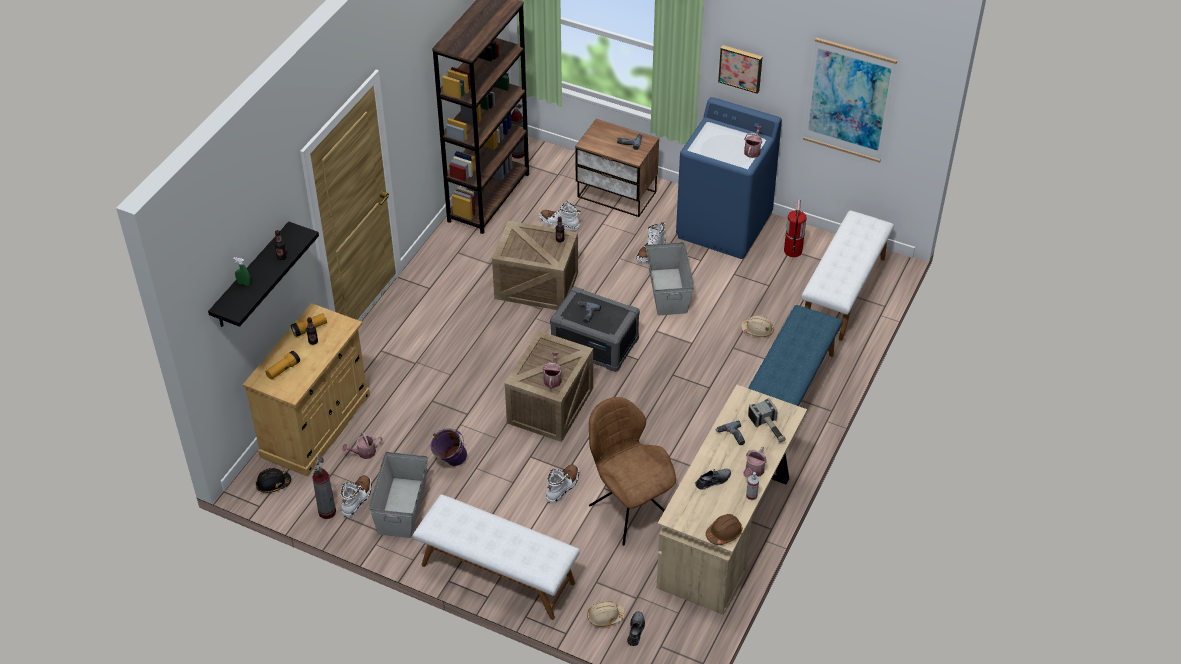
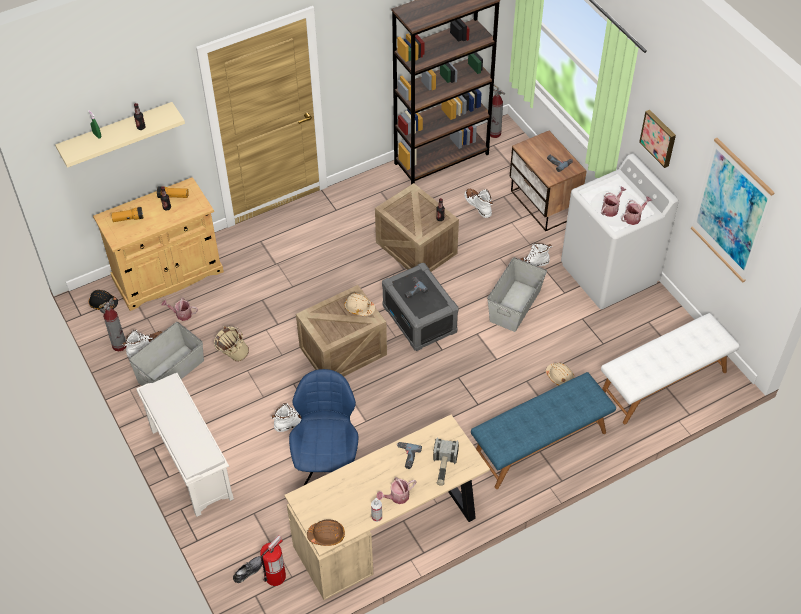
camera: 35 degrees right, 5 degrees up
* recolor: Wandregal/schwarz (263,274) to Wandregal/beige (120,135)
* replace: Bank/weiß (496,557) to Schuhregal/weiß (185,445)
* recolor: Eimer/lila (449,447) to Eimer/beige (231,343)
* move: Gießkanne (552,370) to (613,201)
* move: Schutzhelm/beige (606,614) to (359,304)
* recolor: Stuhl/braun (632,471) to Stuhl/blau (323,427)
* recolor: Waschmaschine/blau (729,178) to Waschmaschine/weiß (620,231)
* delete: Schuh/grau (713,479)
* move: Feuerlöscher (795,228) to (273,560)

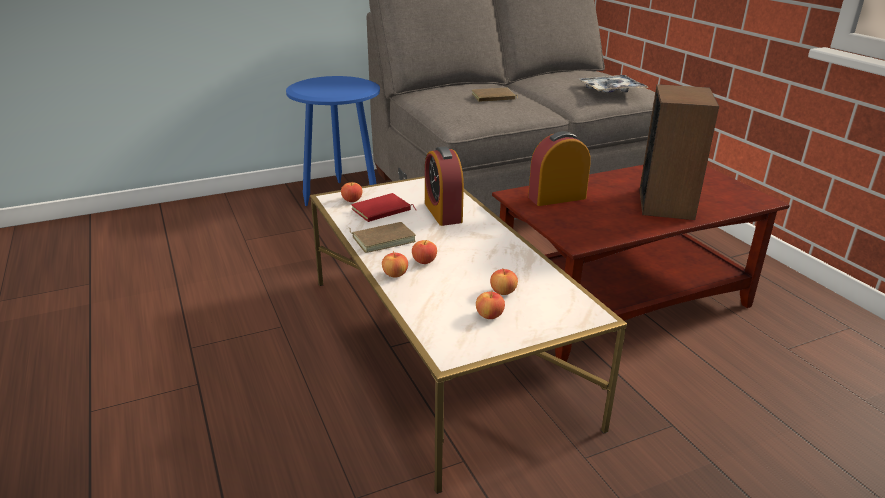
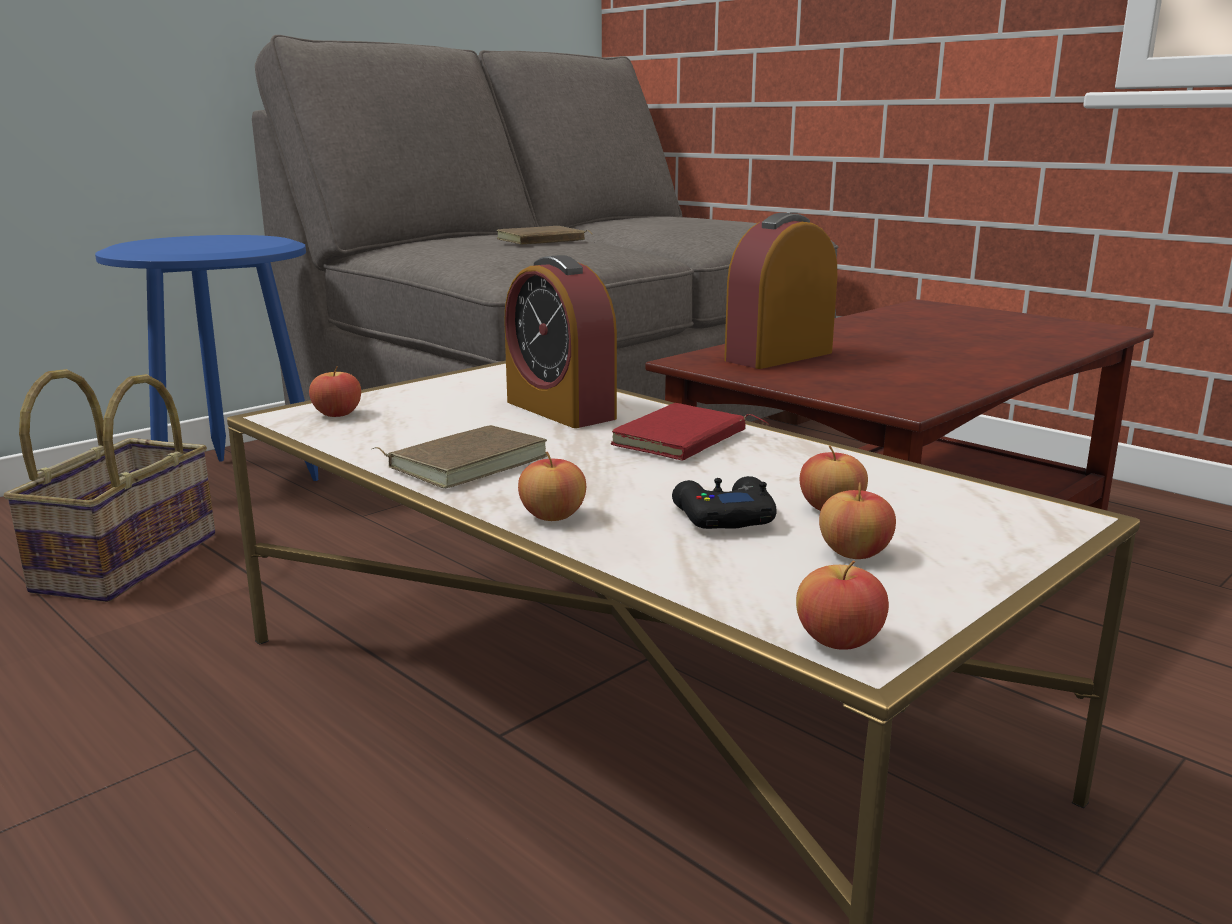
camera: 20 degrees left, 10 degrees down
* move: Buch/rot (384,207) to (690,432)
* move: Apfel (424,252) to (842,605)
* delete: Tablett (613,84)
* delete: Lautsprecher (679,152)
* insert: Korb (109,485)
* insert: Gamepad/schwarz (724,502)

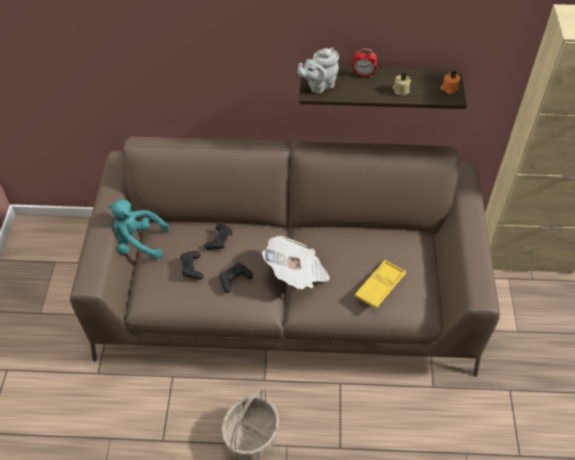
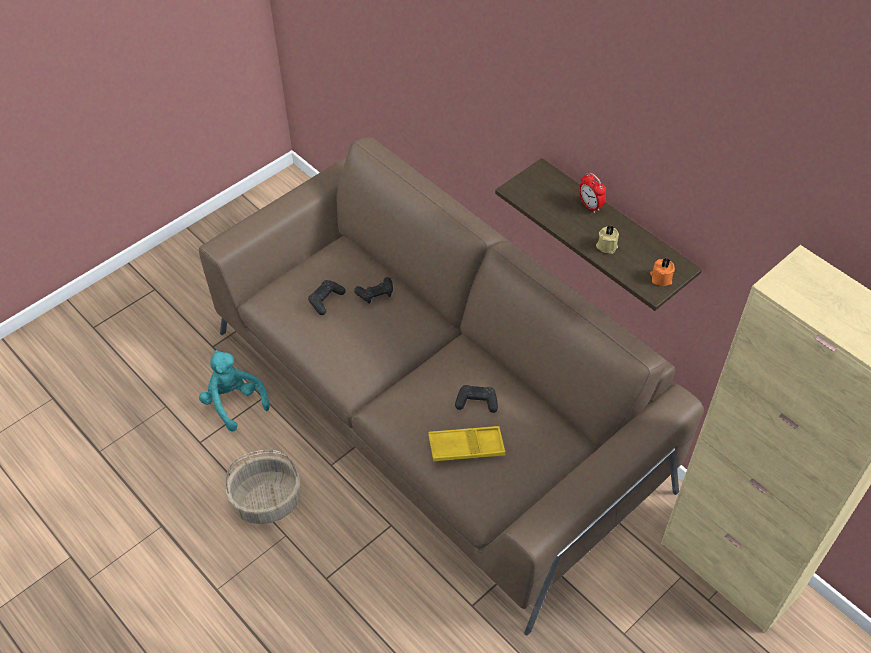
camera: 45 degrees right, 0 degrees up
* move: Plüschtier/türkis (139,230) to (234,391)
* move: Gamepad/schwarz (236,278) to (476,399)
* delete: Zeitung (296,263)
* delete: Teekanne/grau (318,70)

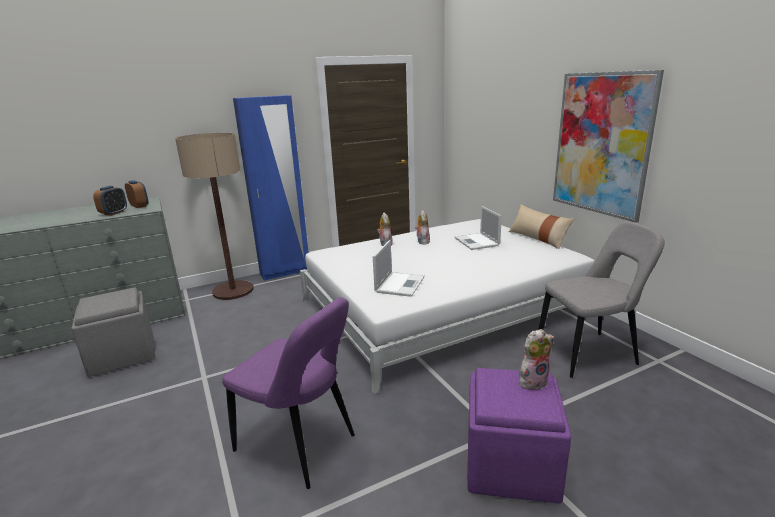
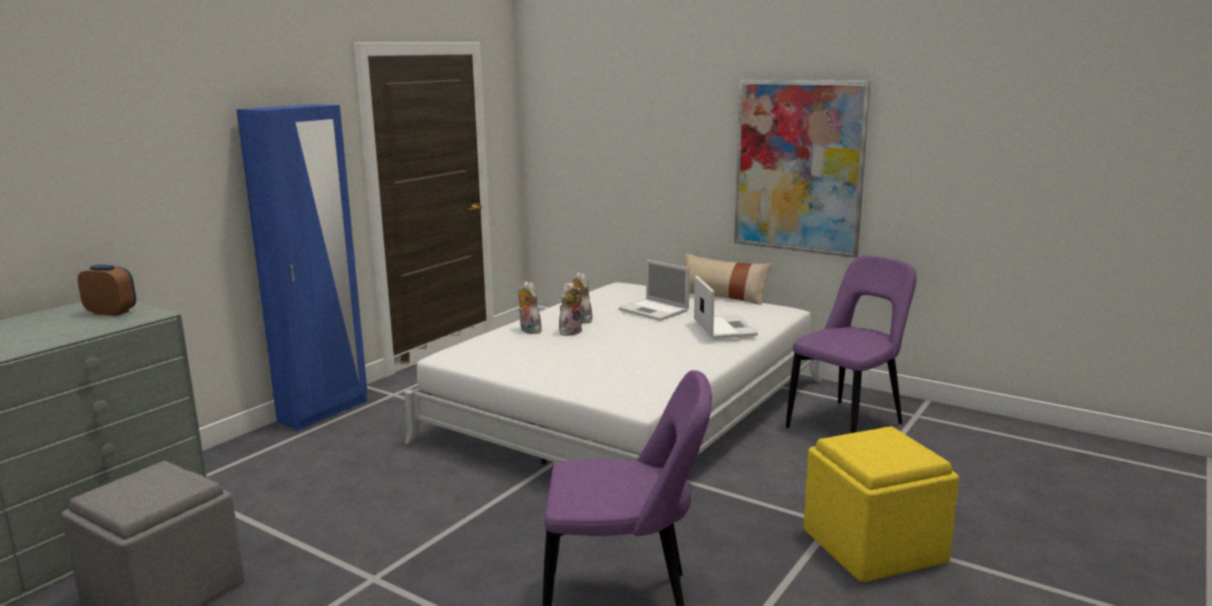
camera: 30 degrees left, 5 degrees down
* delete: Wecker (110,201)
* delete: Stehlampe (214,216)
* move: Laptop (399,268) to (726,307)
* recolor: Polsterhocker/lila (519,436) to Polsterhocker/gelb (881,504)
* move: Plüschtier (536,359) to (570,309)
* recolor: Stuhl/grau (602,300) to Stuhl/lila (851,344)

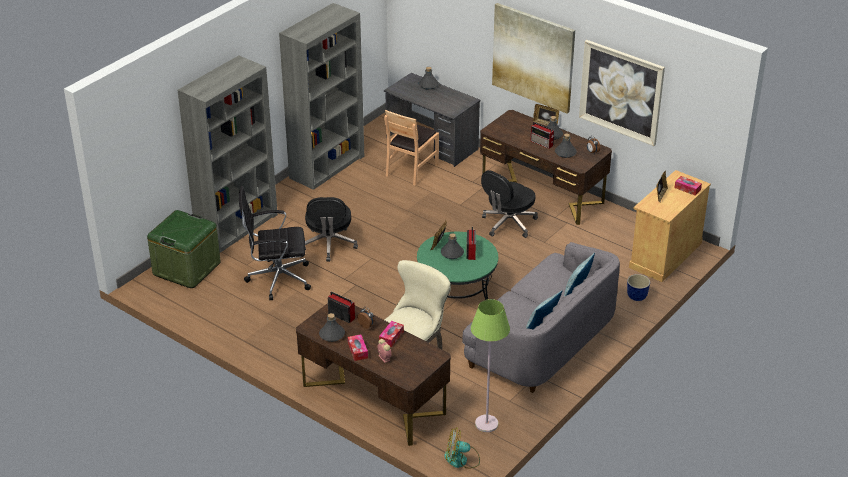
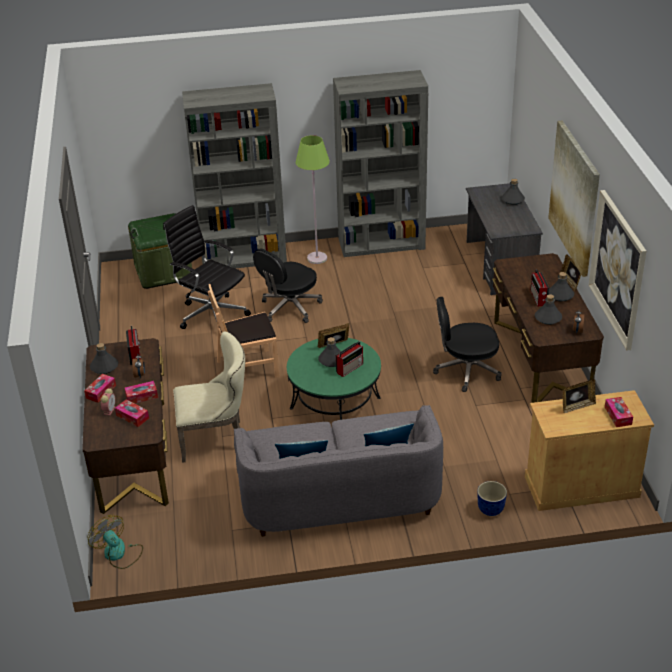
camera: 45 degrees right, 0 degrees up
* move: Stuhl/braun (411,148) to (243,331)
* move: Stehlampe/grün (490,365) to (313,199)
* insert: Taschentuchbox (132,413)

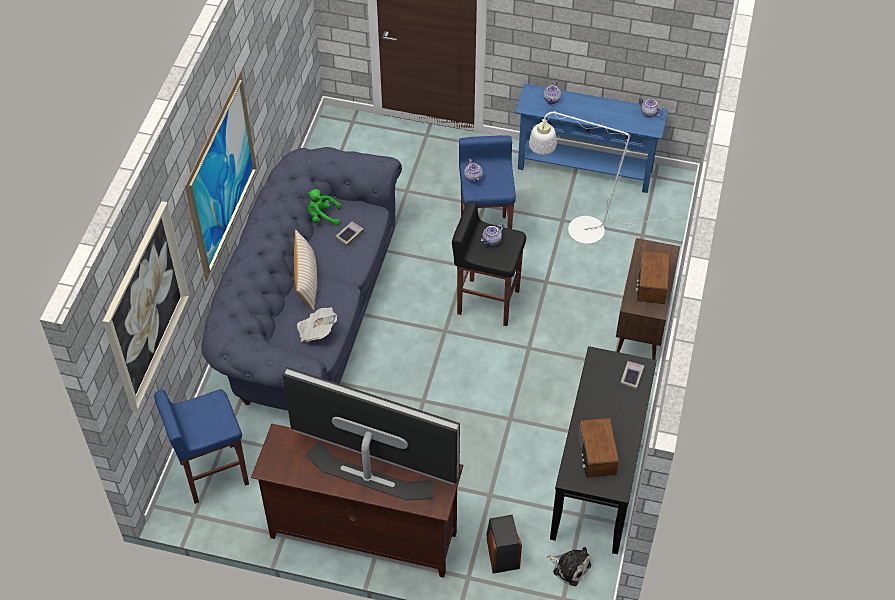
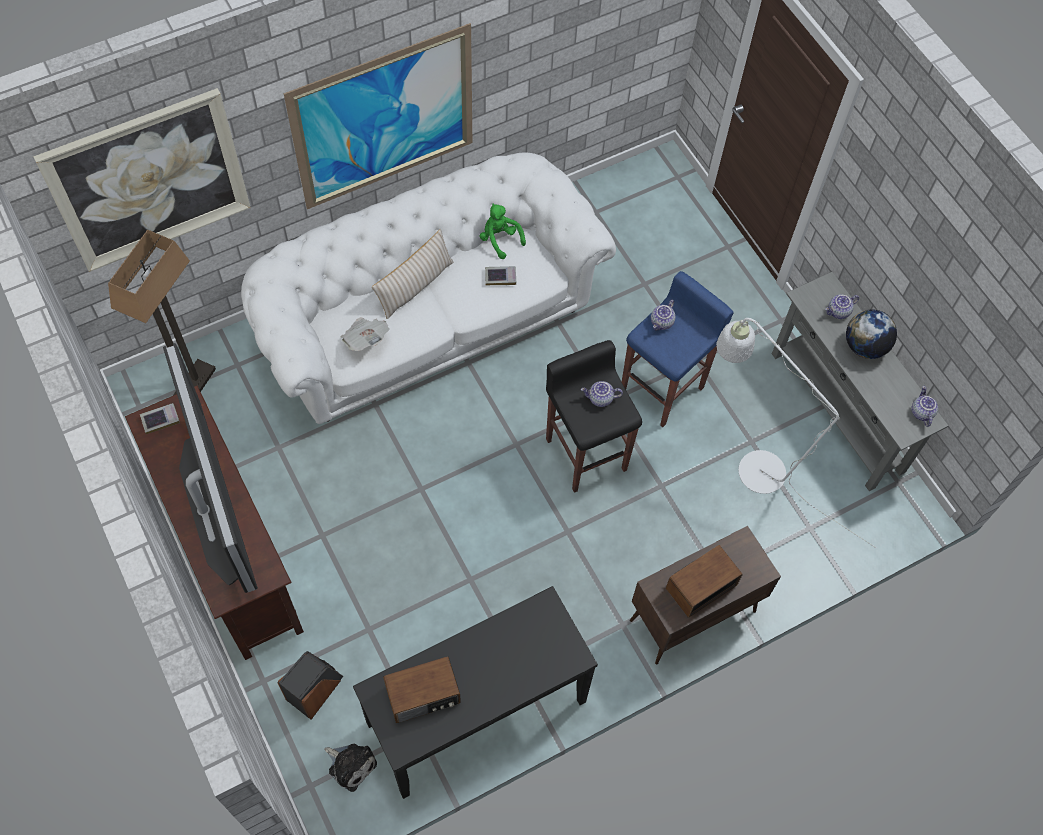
camera: 45 degrees right, 10 degrees up
* replace: Hocker/blau (201,446) to Stehlampe (162,312)
* recolor: Sofa/blau (301,279) to Sofa/weiß (428,288)
* recolor: Konsolentisch/blau (591,138) to Konsolentisch/grau (860,381)
* rotate: Plüschtier (569,566) = (350,768) 45 degrees counterclockwise
* rotate: Radio (598,448) = (422,689) 150 degrees counterclockwise
* move: Buch (632,375) to (160,418)
* insert: Globus (871,334)

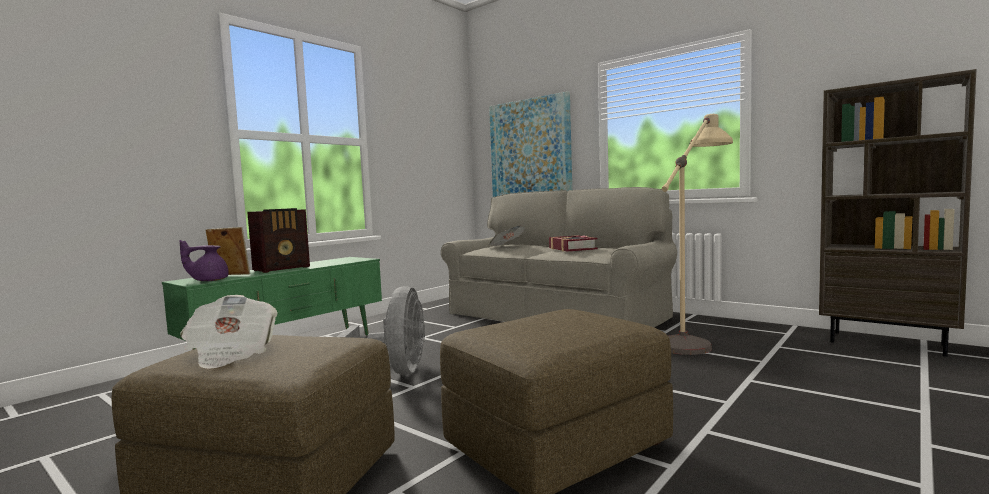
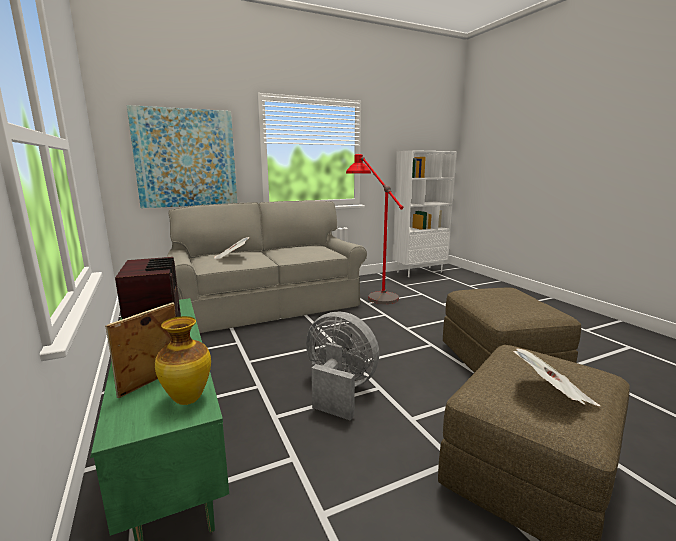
camera: 65 degrees left, 10 degrees up
* replace: Teekanne/lila (204,260) to Vase (183,360)
* delete: Buch (573,243)
* recolor: Stehlampe/beige (697,234) to Stehlampe/rot (374,229)
* recolor: Bücherregal/braun (898,213) to Bücherregal/weiß (424,213)

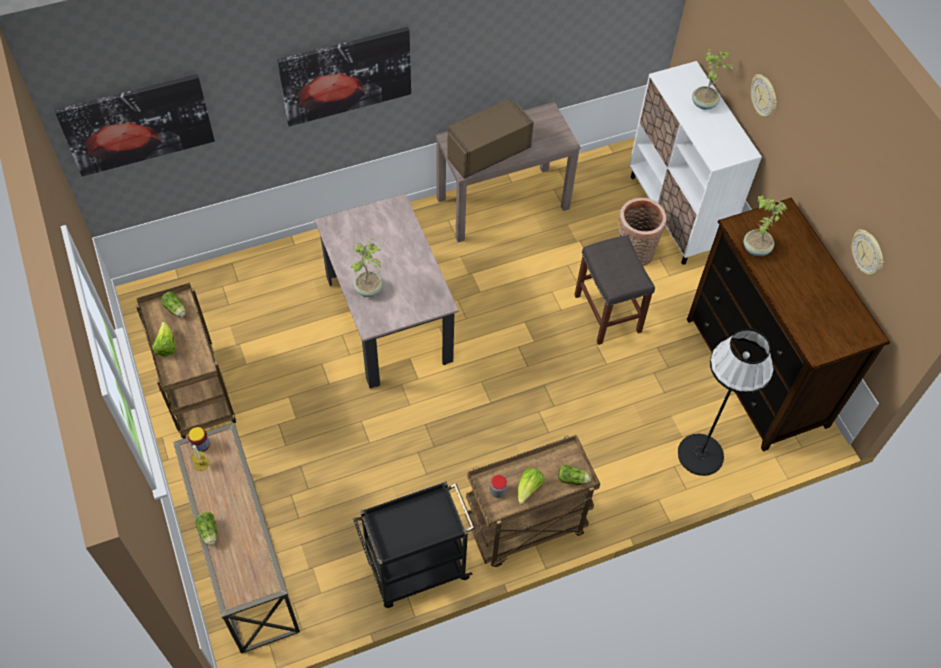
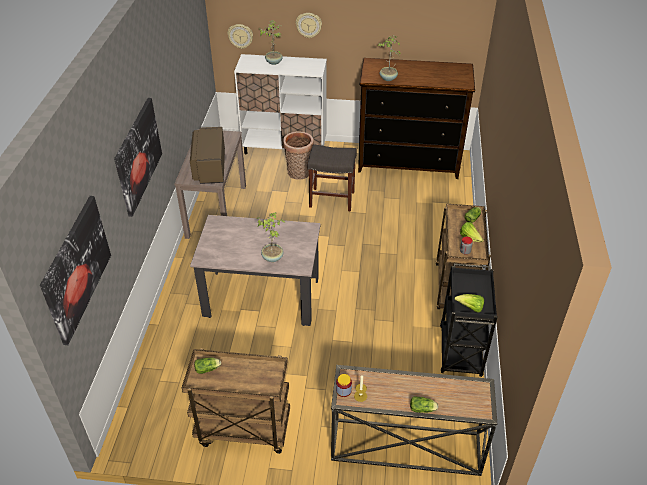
camera: 60 degrees left, 15 degrees down
* move: Salatkopf (164,339) to (469,303)
* delete: Stehlampe/schwarz (726,402)
* move: Wanduhr (868,252) to (240,36)

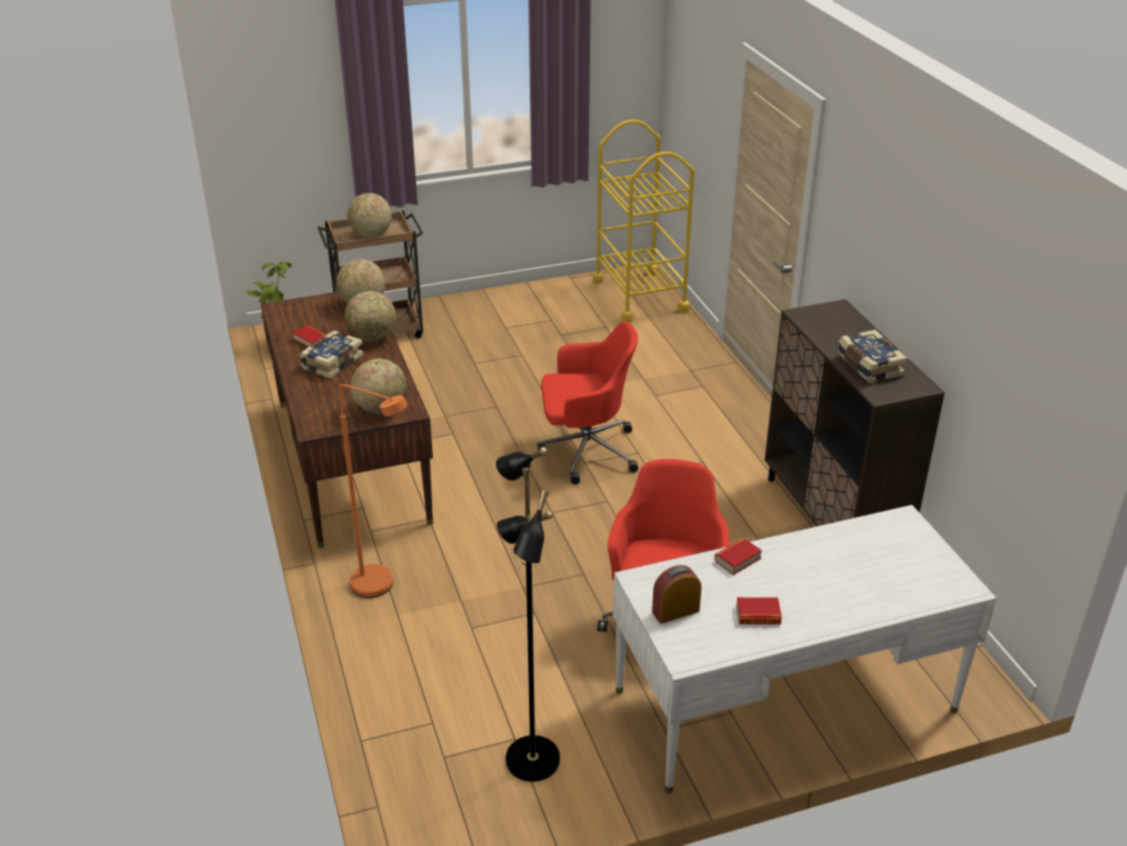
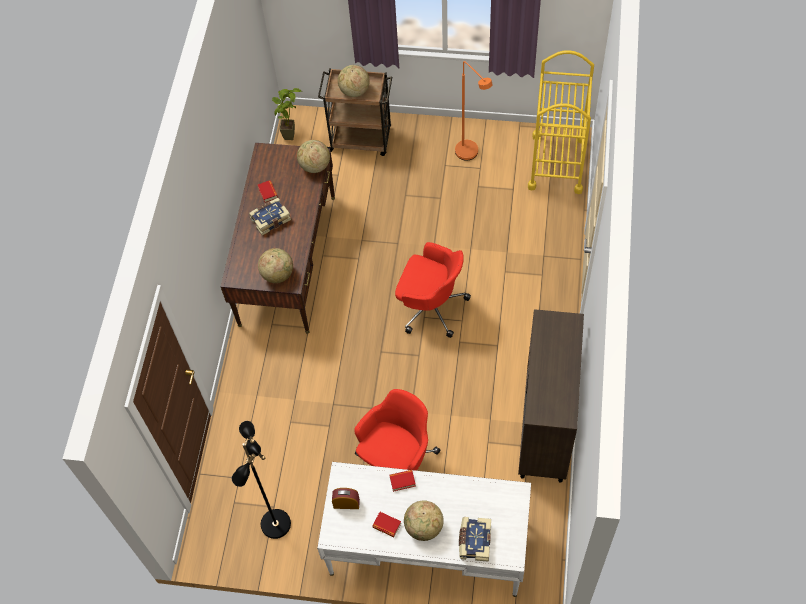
camera: 30 degrees right, 25 degrees up
* move: Stehlampe/orange (373,491) to (474,110)
* move: Globus (370,316) to (424,520)
* move: Buch (872,356) to (475,539)

